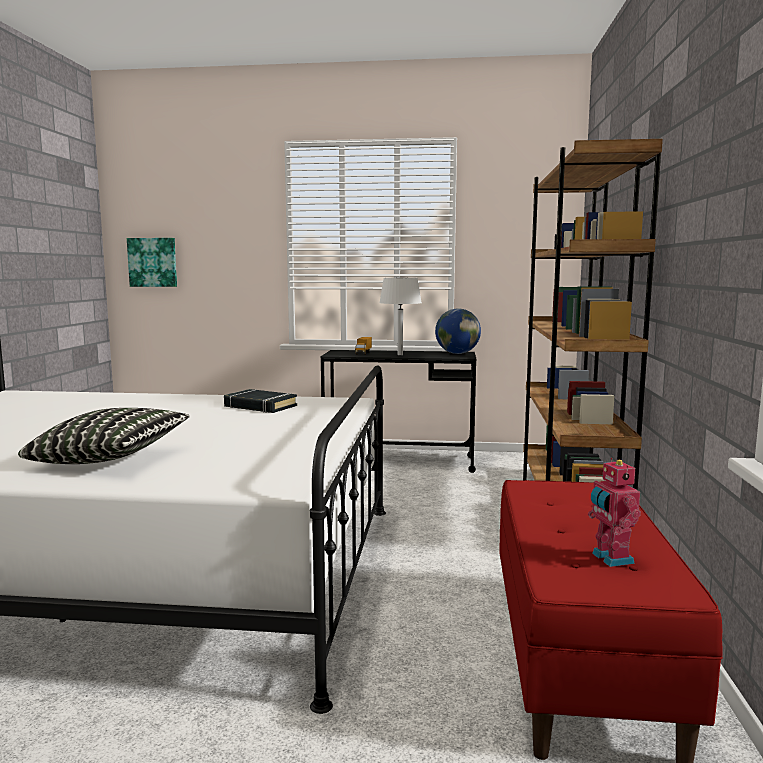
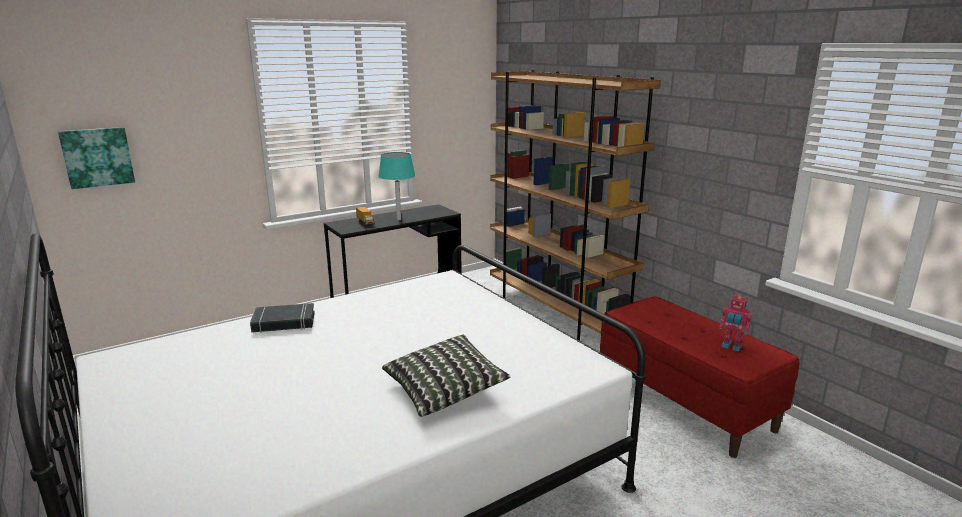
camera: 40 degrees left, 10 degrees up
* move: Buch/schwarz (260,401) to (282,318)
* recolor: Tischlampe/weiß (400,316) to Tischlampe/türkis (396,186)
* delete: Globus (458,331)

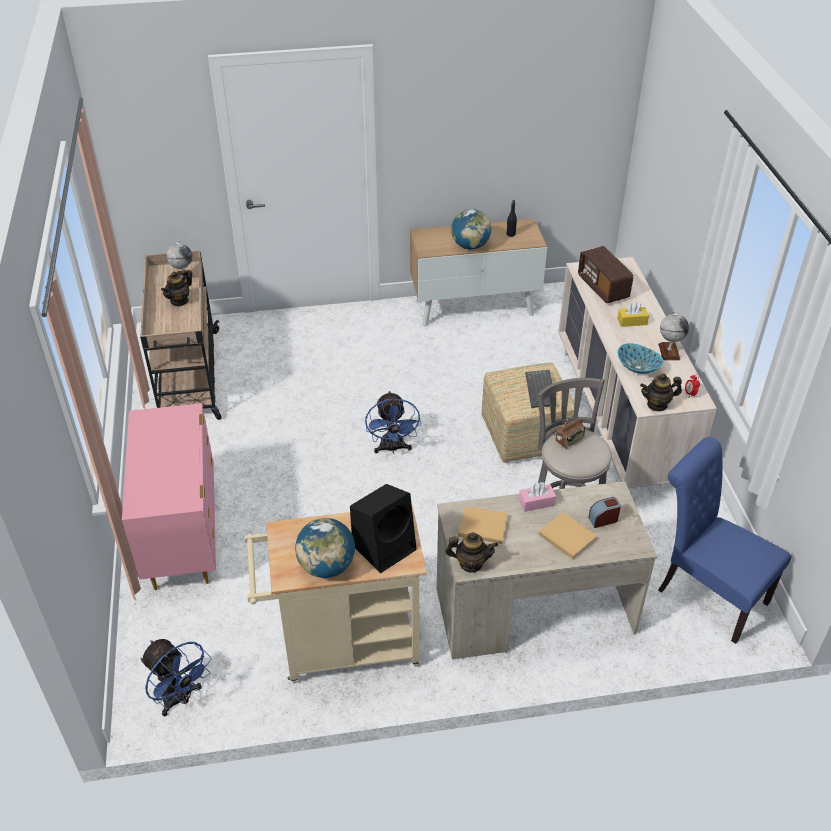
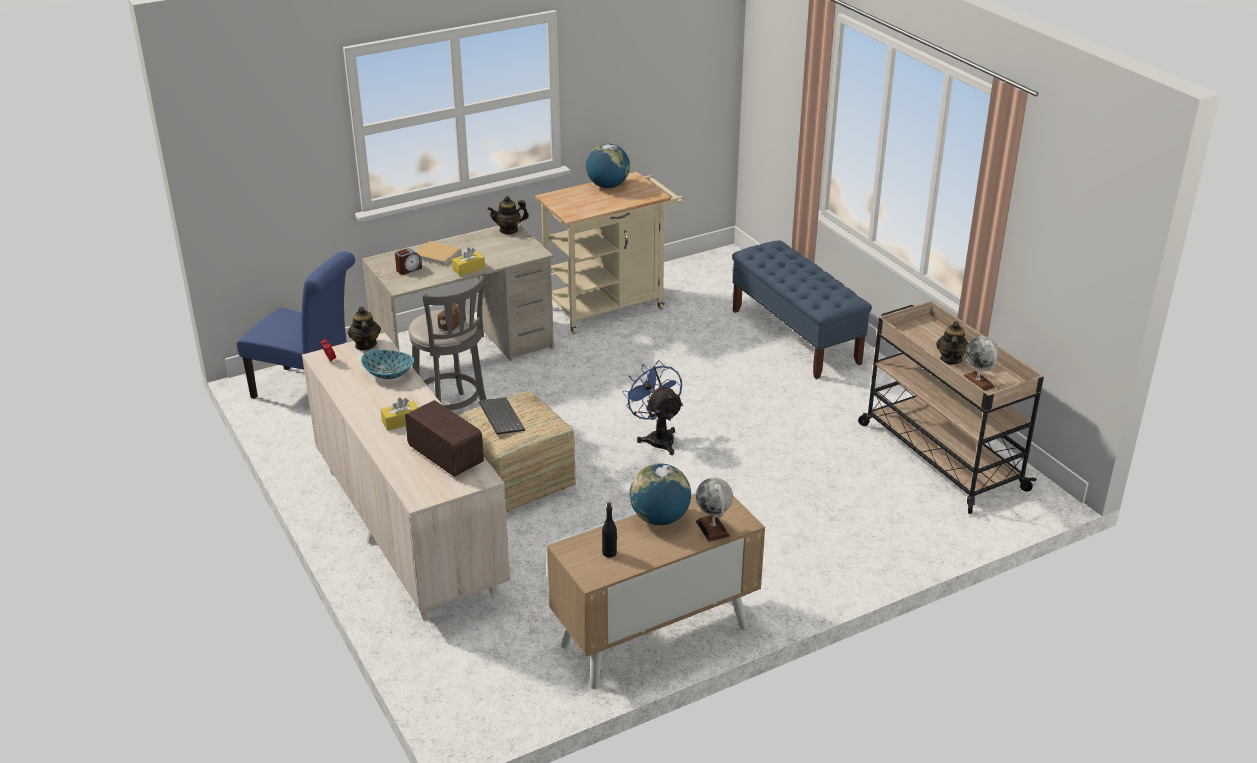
camera: 160 degrees right, 10 degrees down
* replace: Kommode/rosa (169,496) to Bank/blau (802,310)
* delete: Ventilator/blau (176,678)
* delete: Lautsprecher/schwarz (383,528)
* delete: Buch/beige (483,525)
* recolor: Taschentuchbox/rosa (537,497) to Taschentuchbox/gelb (468,262)
* rotate: Teekanne (661,393) = (364,328) 75 degrees counterclockwise
* move: Globus (673,335) to (714,510)

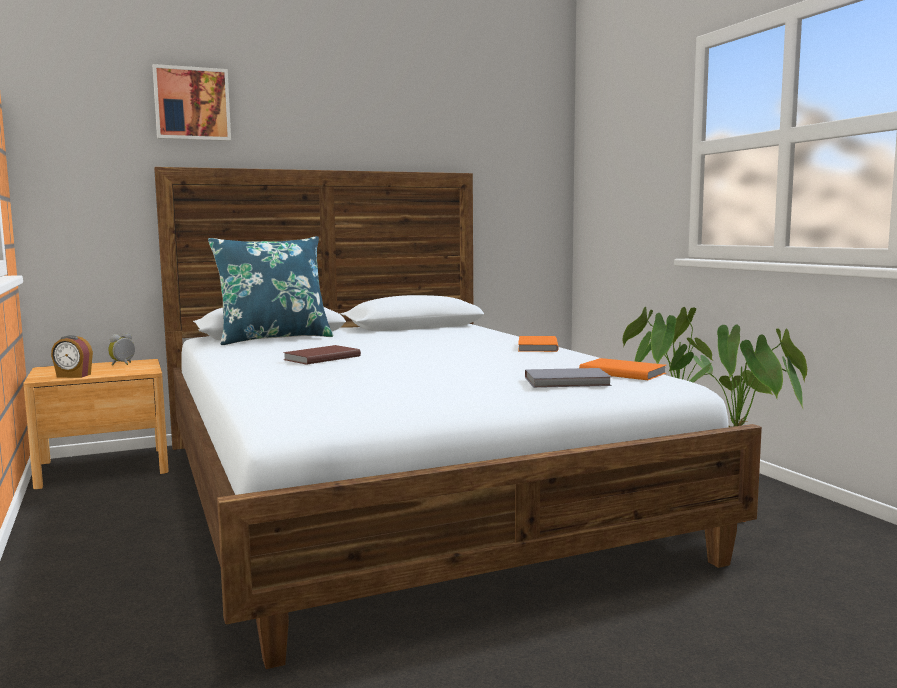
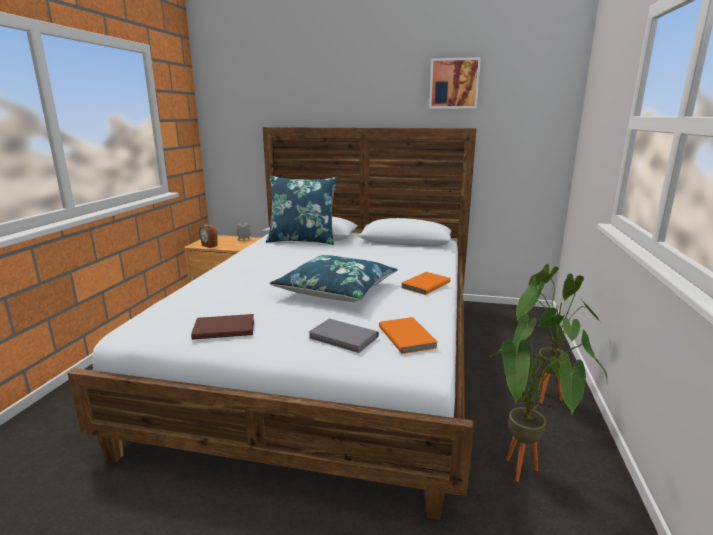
camera: 35 degrees right, 10 degrees up
* move: Bild (192,102) to (455,83)
* move: Buch/braun (322,355) to (222,327)
* insert: Kissen/blau (334,278)

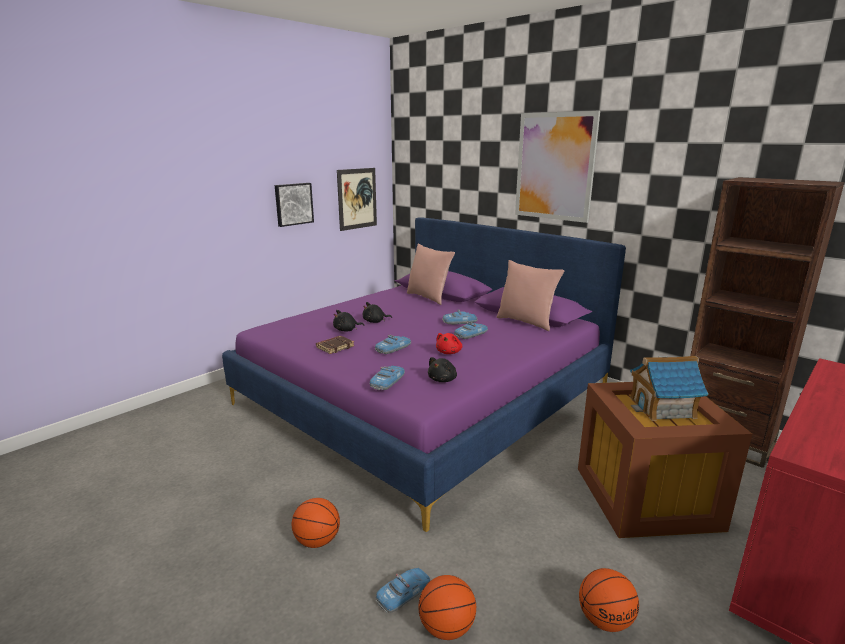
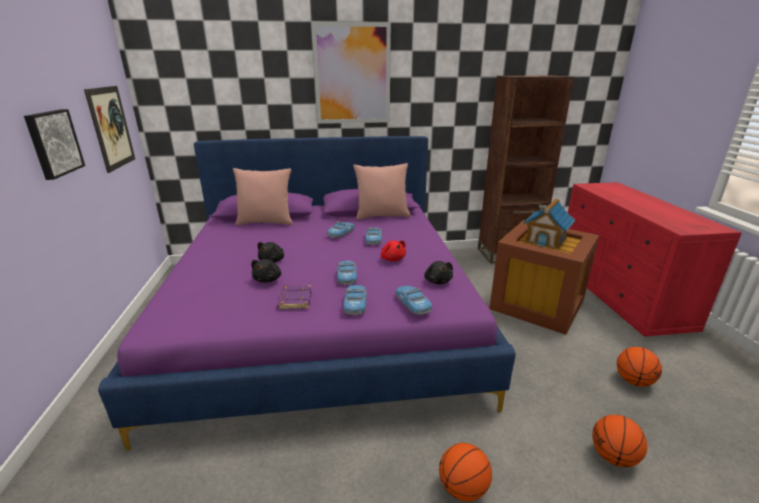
camera: 50 degrees left, 5 degrees up
* recolor: Buch/braun (335,345) to Buch/lila (294,297)
* move: Spielzeugauto (403,590) to (355,300)

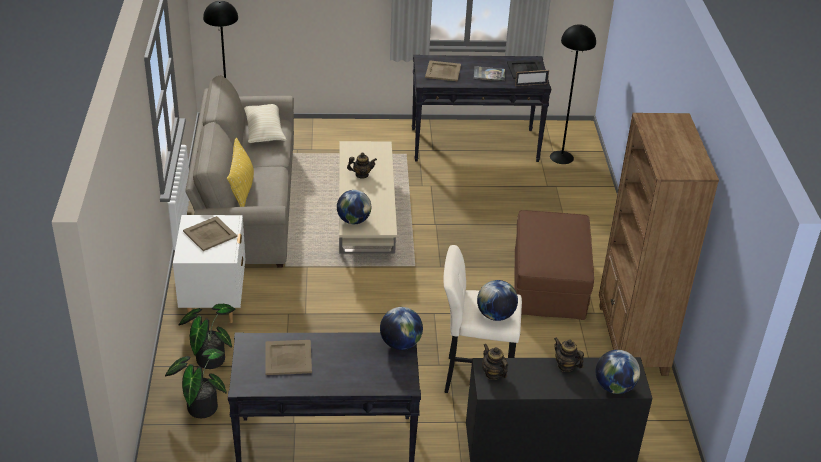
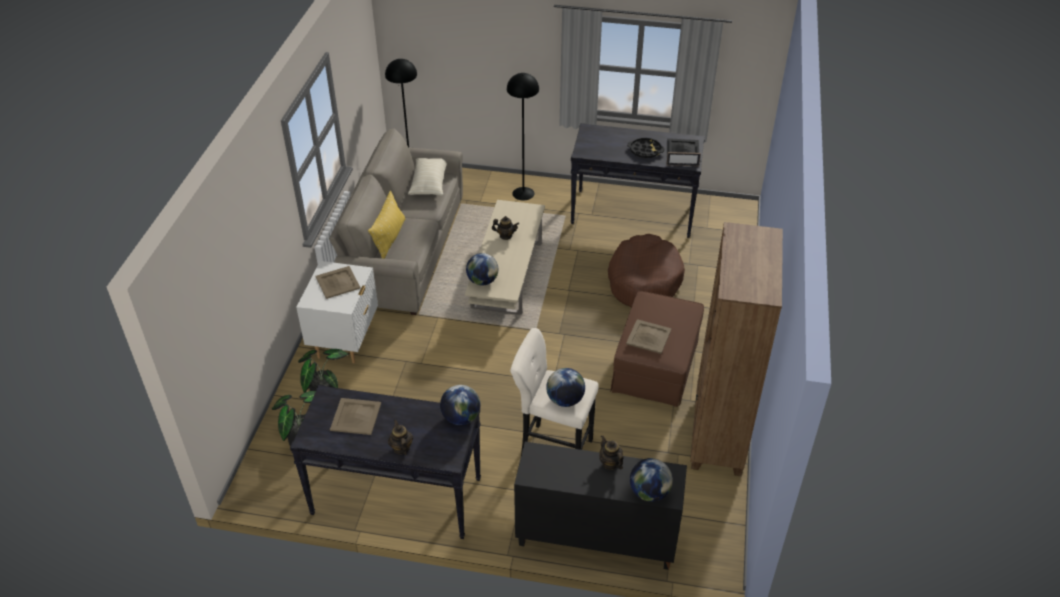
camera: 15 degrees right, 5 degrees up
* move: Tablett/beige (443,70) to (649,336)
* replace: Buch (489,74) to Tablett/schwarz (646,148)
* move: Teekanne (495,362) to (400,437)
* move: Stehlampe/schwarz (573,94) to (523,136)
* insert: Hundebett/braun (646,270)

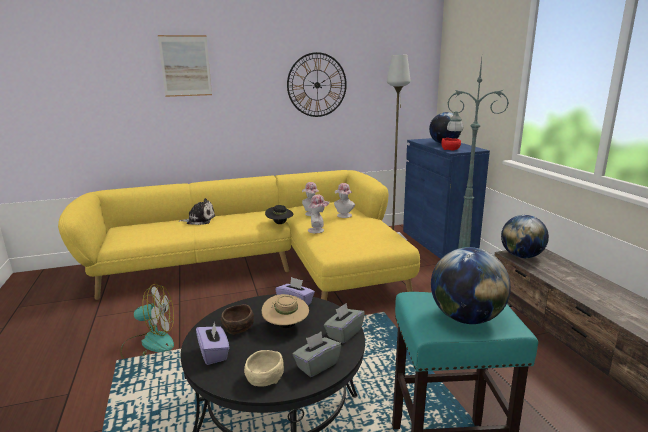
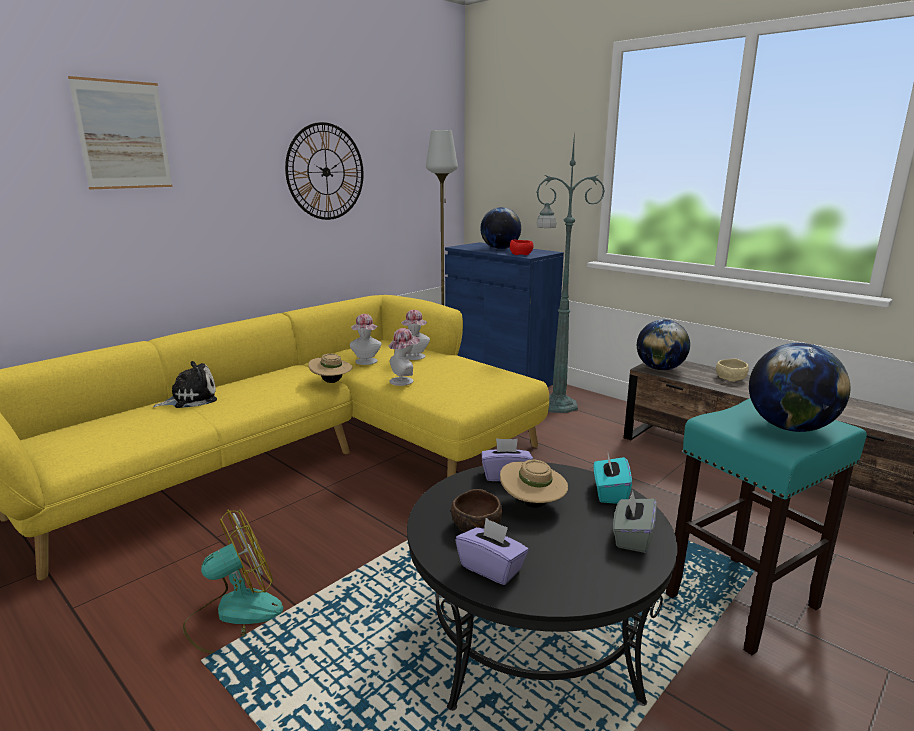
camera: 30 degrees left, 0 degrees up
* move: Schüssel/beige (264,368) to (732,370)
* recolor: Hut/schwarz (279,214) to Hut/beige (330,368)
* recolor: Taschentuchbox/grau (344,323) to Taschentuchbox/türkis (613,478)

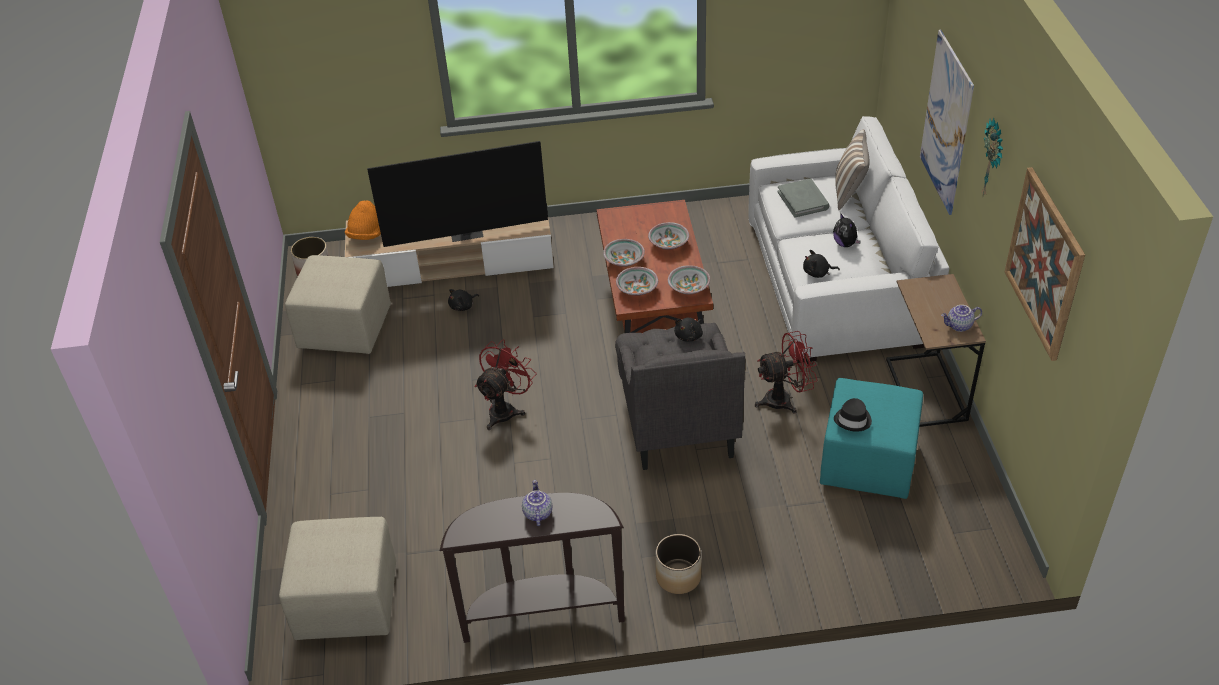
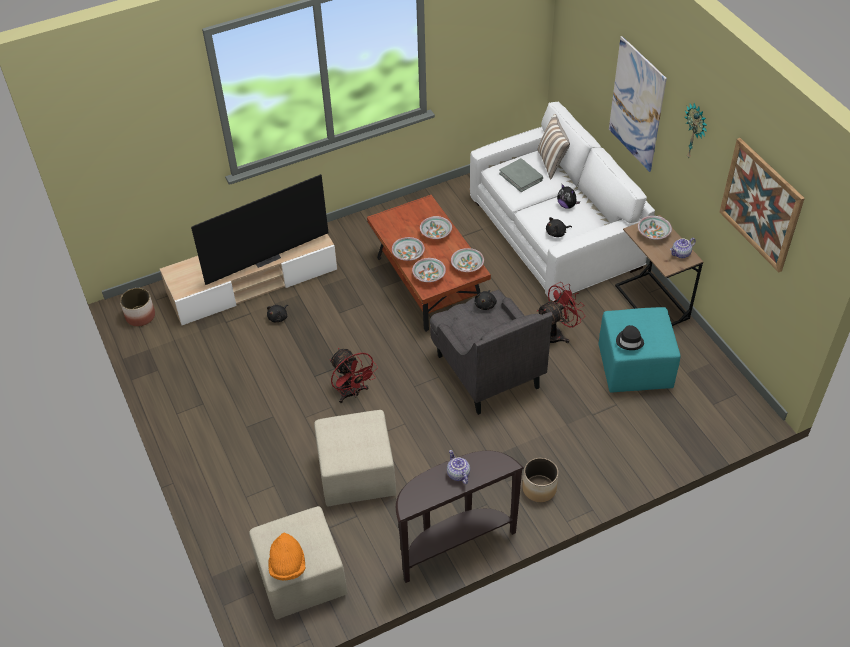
camera: 20 degrees left, 5 degrees up
* move: Polsterhocker/beige (338,304) to (355,458)
* move: Hut/orange (363,220) to (287,557)
* rotate: Ventilator/rot (506,384) = (354,375) 135 degrees clockwise
* insert: Schüssel (655,228)

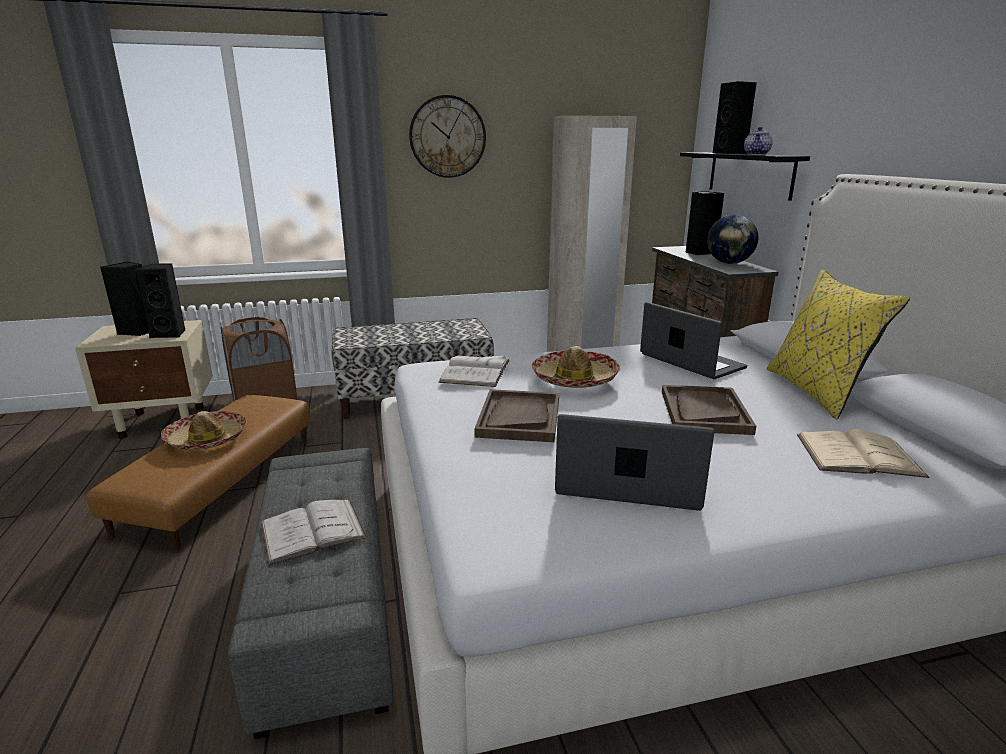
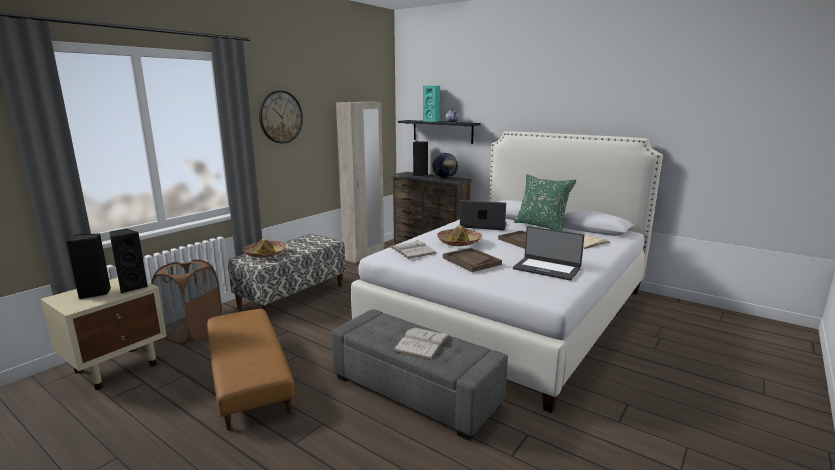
camera: 40 degrees left, 5 degrees down
* move: Hut (204,430) to (264,248)
* rotate: Laptop (634,462) = (548,253) 120 degrees counterclockwise
* recolor: Lautsprecher/schwarz (735,117) to Lautsprecher/türkis (431,104)
* recolor: Kissen/gelb (838,345) to Kissen/grün (545,202)

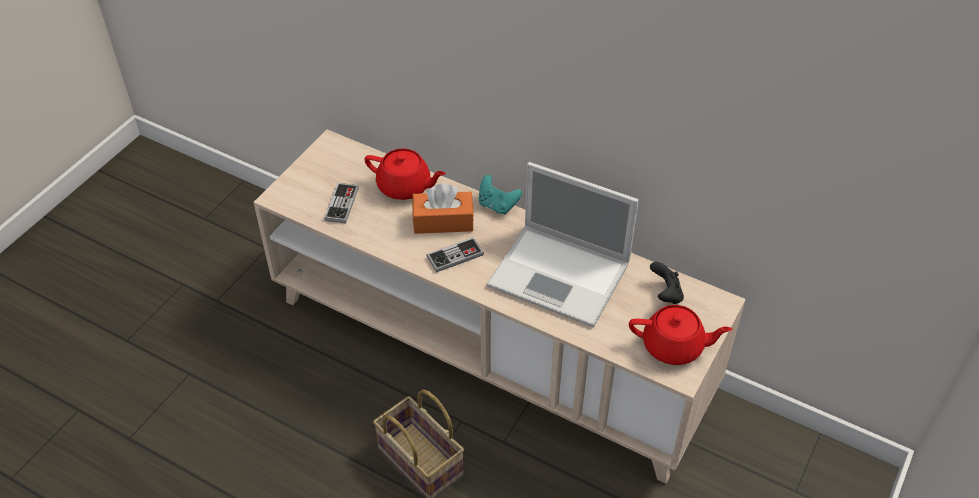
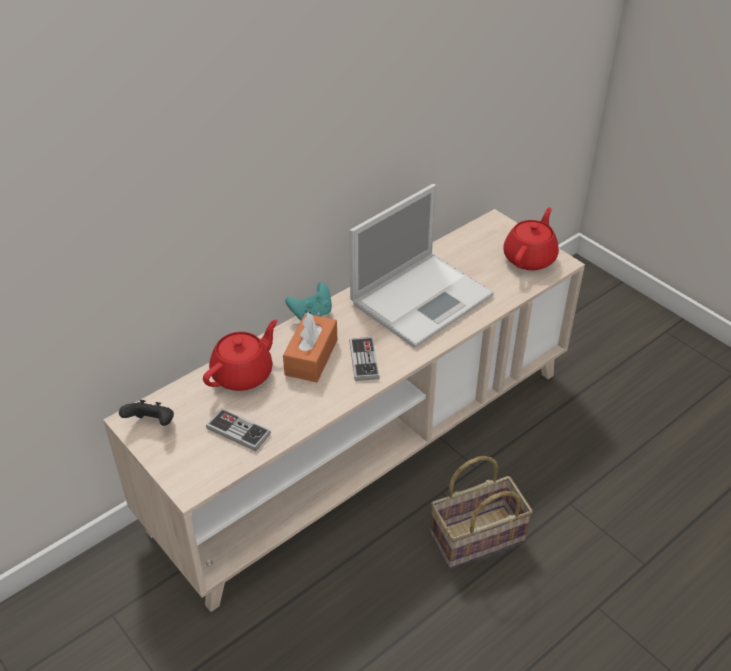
camera: 70 degrees left, 5 degrees down
* move: Gamepad/schwarz (667,283) to (146,413)

